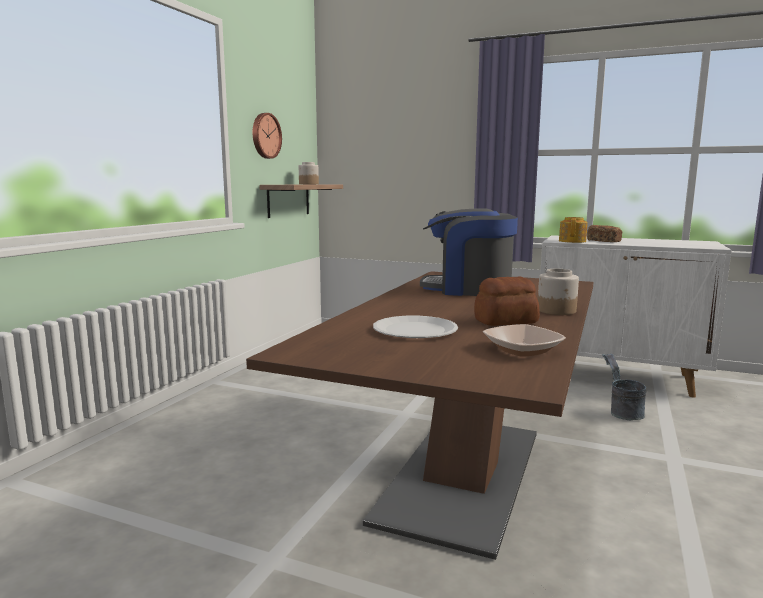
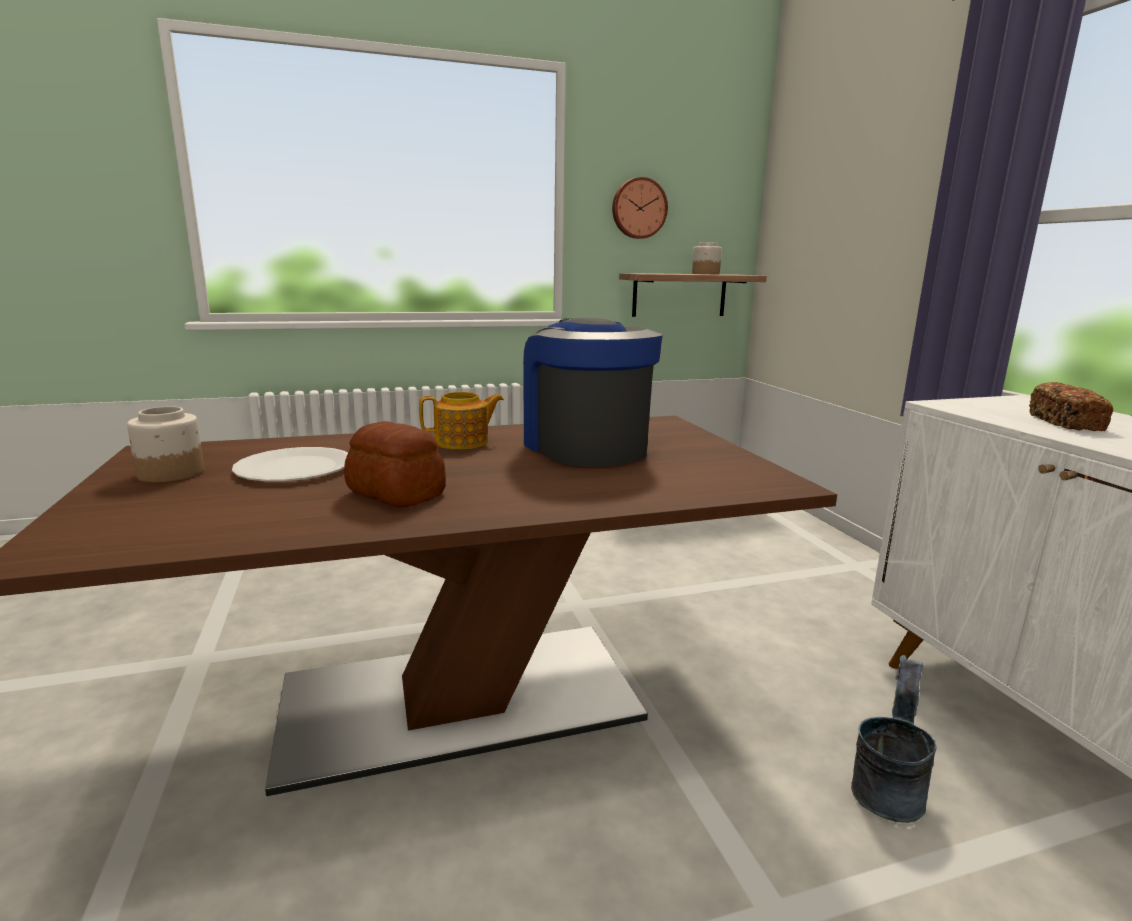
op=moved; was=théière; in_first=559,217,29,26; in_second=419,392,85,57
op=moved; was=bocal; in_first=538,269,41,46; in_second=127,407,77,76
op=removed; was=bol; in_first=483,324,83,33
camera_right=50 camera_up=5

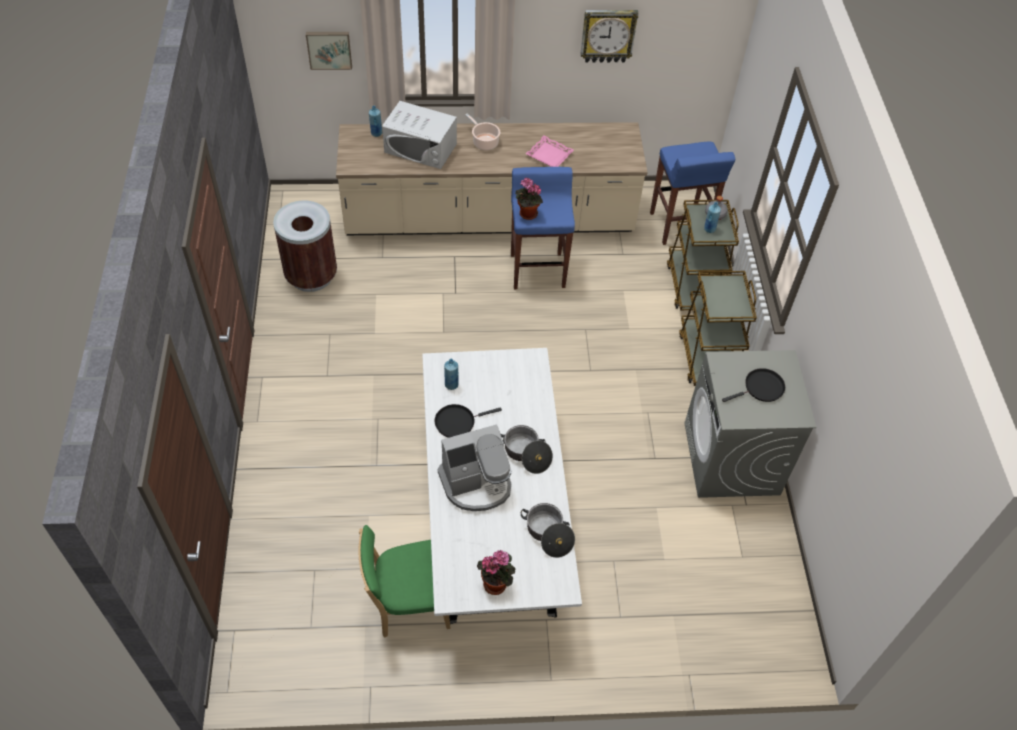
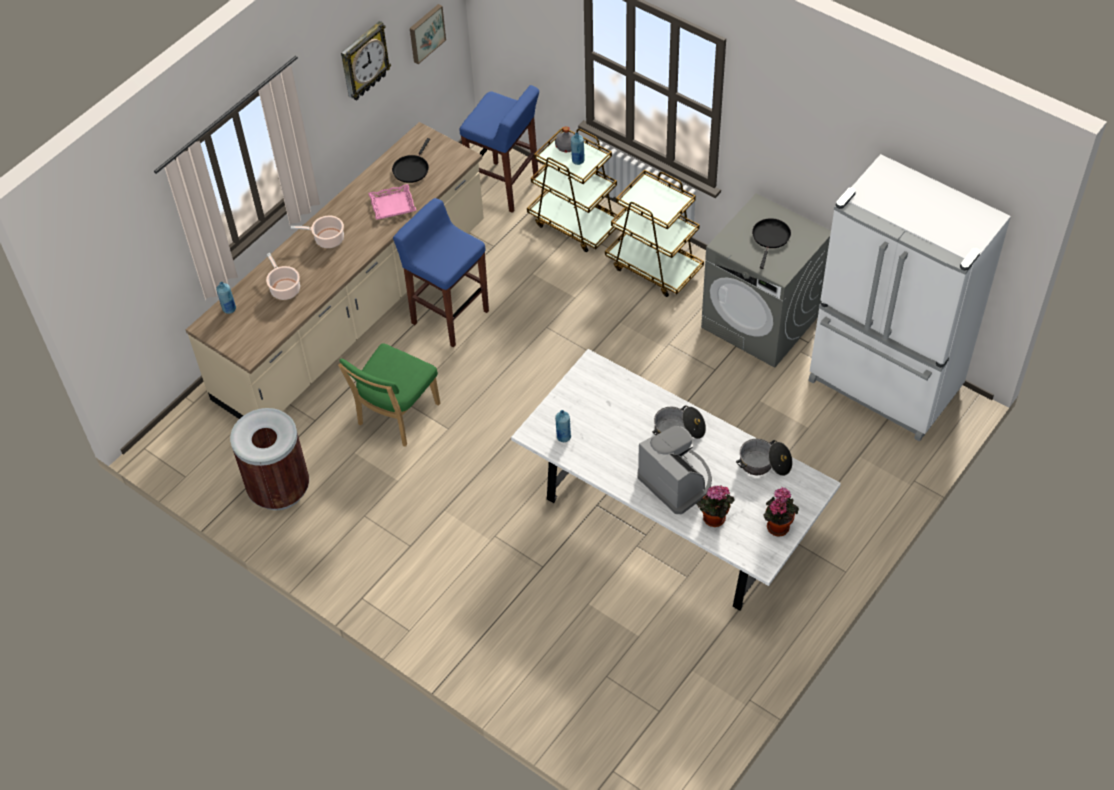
op=moved; was=tableau; in_first=306,32,46,38; in_second=410,4,36,60
op=replaced; was=micro-ondes (blanc); now=marmite; in_first=382,101,75,68; in_second=266,253,34,47
op=moved; was=plante en pot; in_first=515,178,28,42; in_second=696,485,39,42
op=moved; was=poêle (noir); in_first=435,404,67,34; in_second=392,138,38,45
op=turned; was=machine à café; in_first=438,424,74,87; in_second=637,426,75,88; clockwise=-60
op=moved; was=chaise (vert); in_first=359,525,92,113; in_second=338,343,102,103
op=added; now=réfrigérateur (blanc); in_second=808,154,203,288
camera_right=-45 camera_up=0

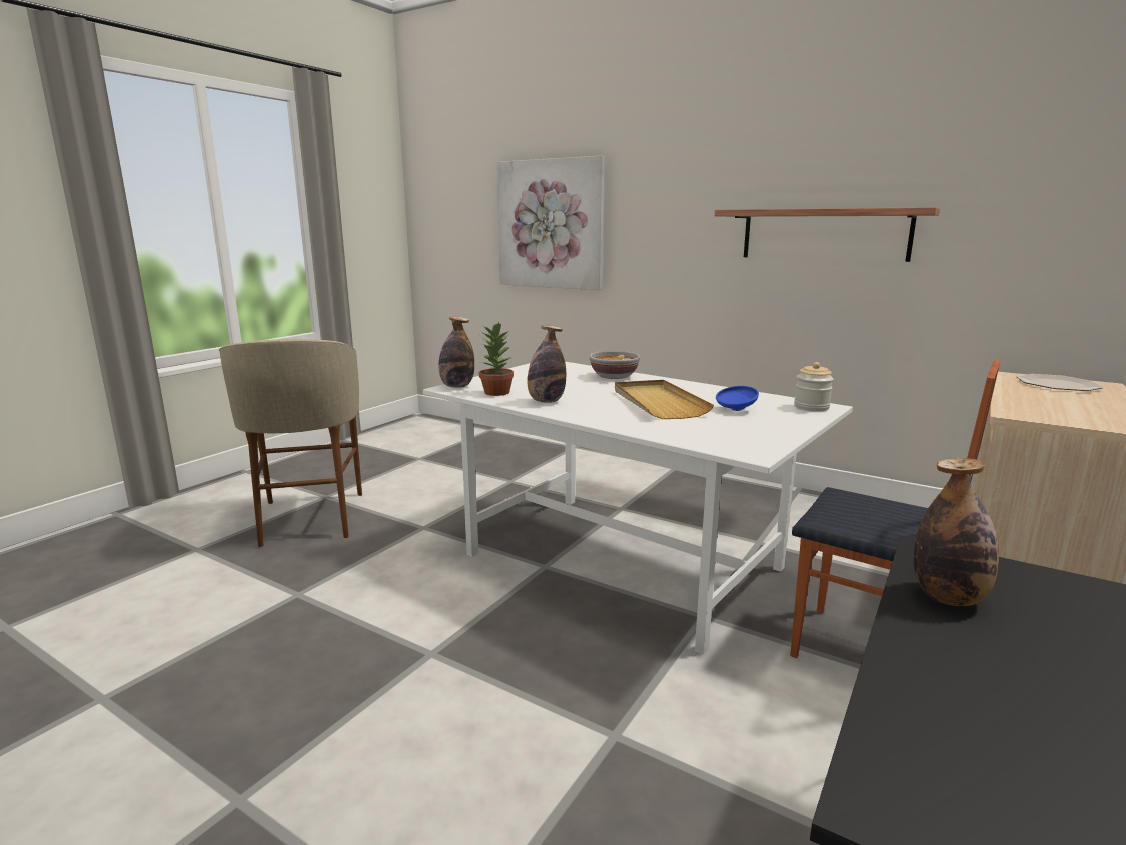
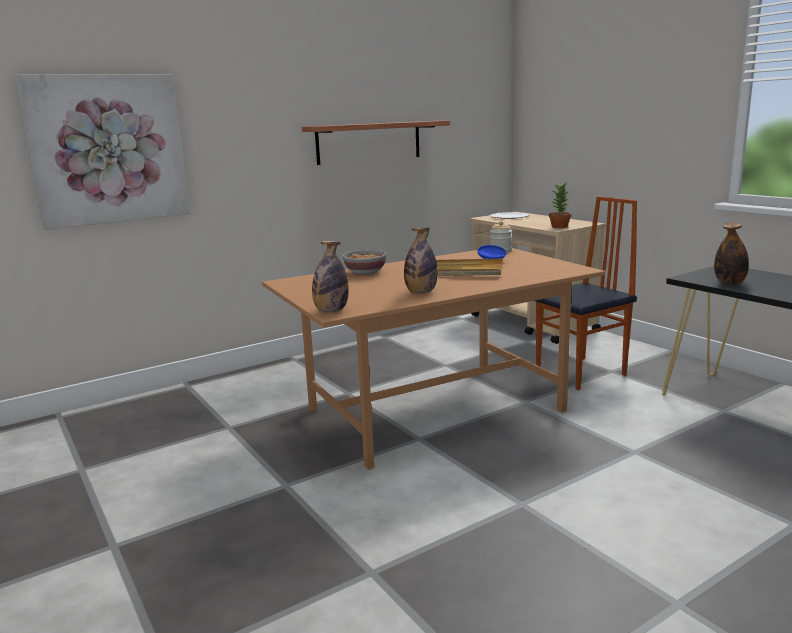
op=moved; was=plante en pot; in_first=479,323,35,73; in_second=549,183,22,45
op=removed; was=tabouret (beige); in_first=219,339,143,208
op=recoloured; was=table à manger (blanc); now=table à manger (marron); in_first=423,362,430,293; in_second=262,248,343,222
camera_right=-65 camera_up=0

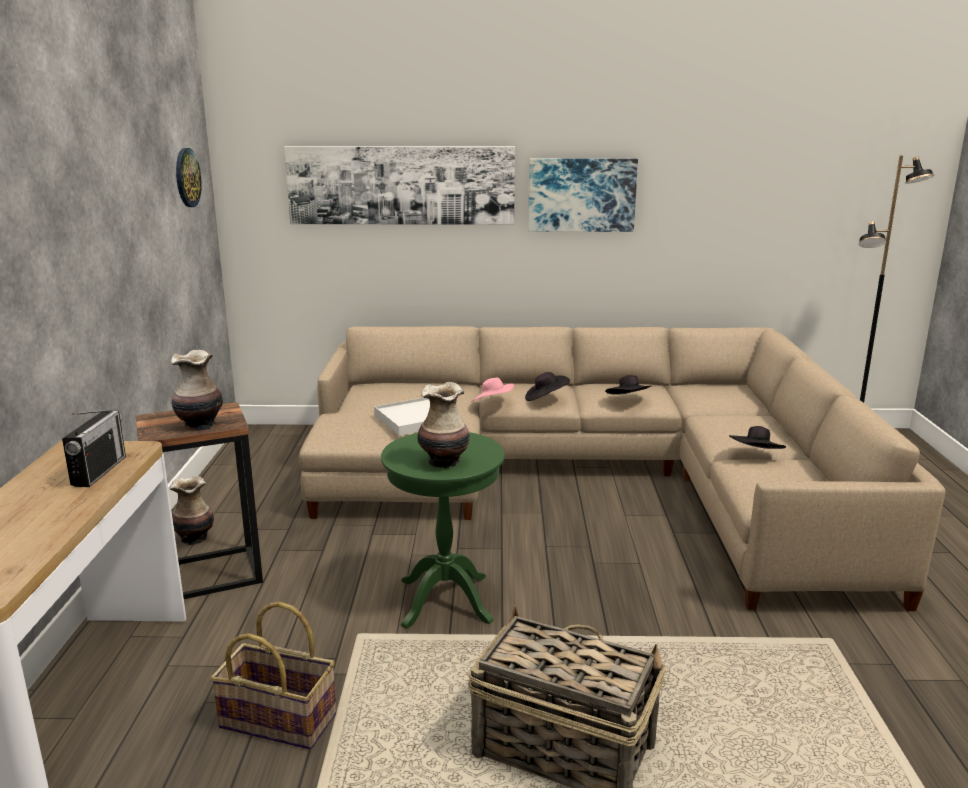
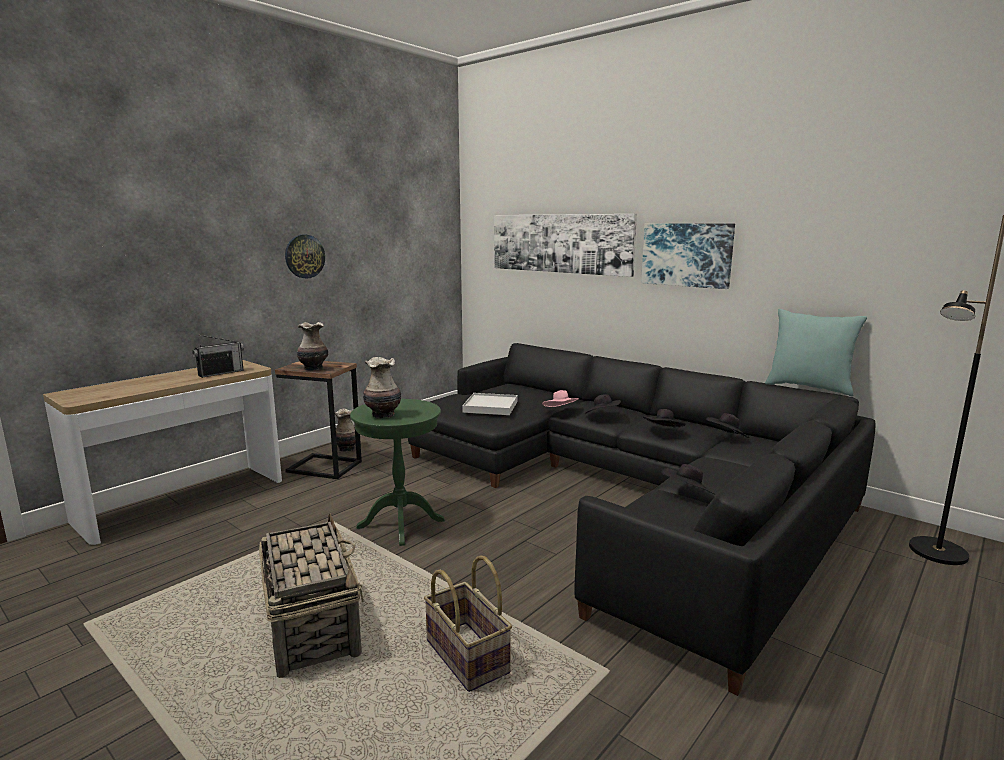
op=moved; was=horloge murale; in_first=176,148,25,59; in_second=285,235,40,43
op=recoloured; was=canapé (beige); now=canapé (noir); in_first=299,326,647,285; in_second=408,343,468,353
op=moved; was=panier; in_first=210,601,127,148; in_second=424,555,88,137
op=added; now=coussin (turquoise); in_second=765,309,102,87
op=added; now=chapeau (noir); in_second=706,413,43,25
camera_right=40 camera_up=-5

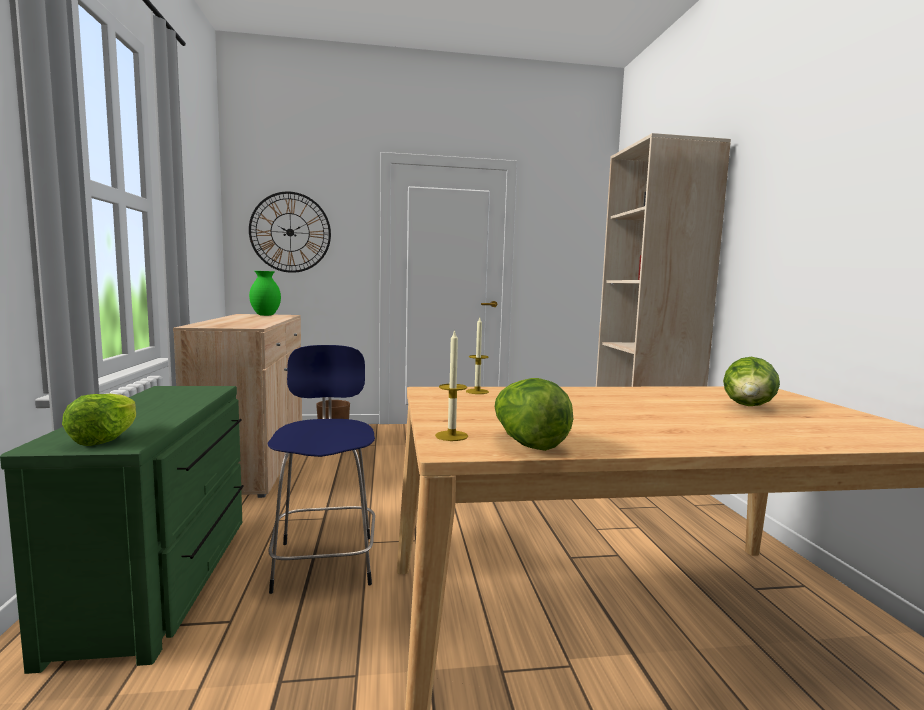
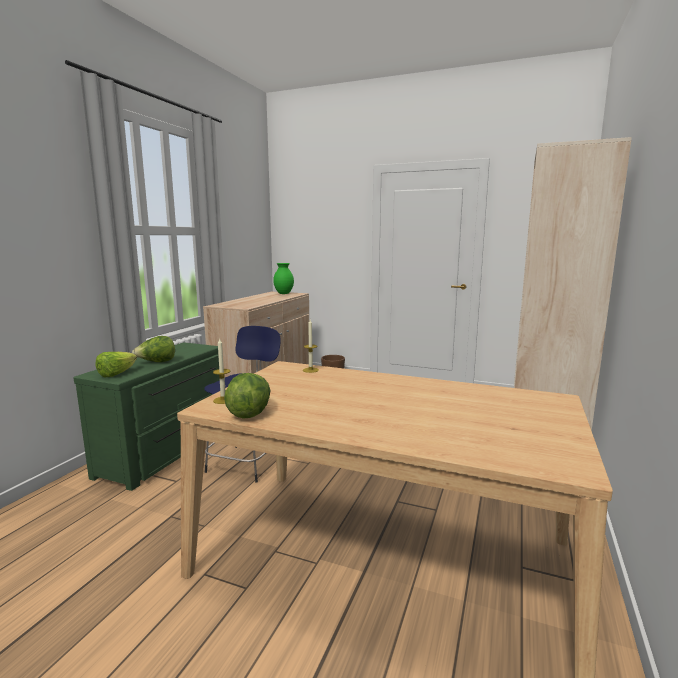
op=removed; was=horloge murale; in_first=249,192,82,81
op=moved; was=laitue; in_first=723,357,57,49; in_second=132,336,43,26
camera_right=30 camera_up=5

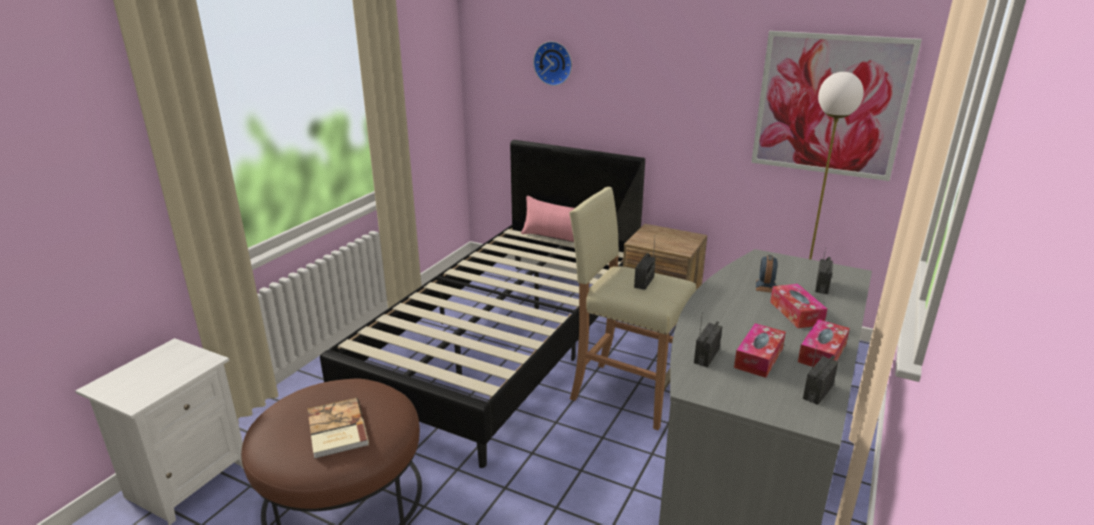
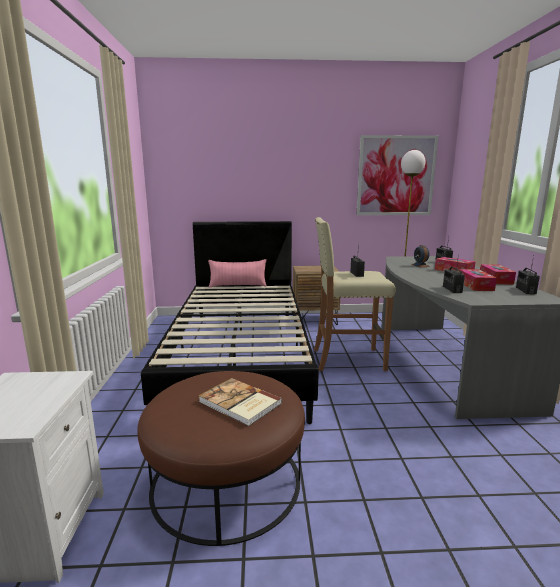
op=removed; was=horloge murale; in_first=533,41,39,45
camera_right=-30 camera_up=-10

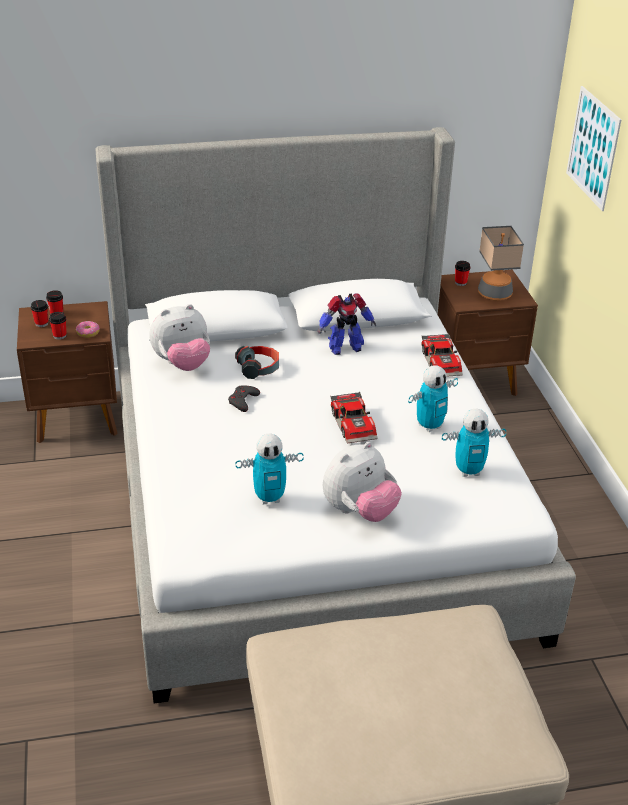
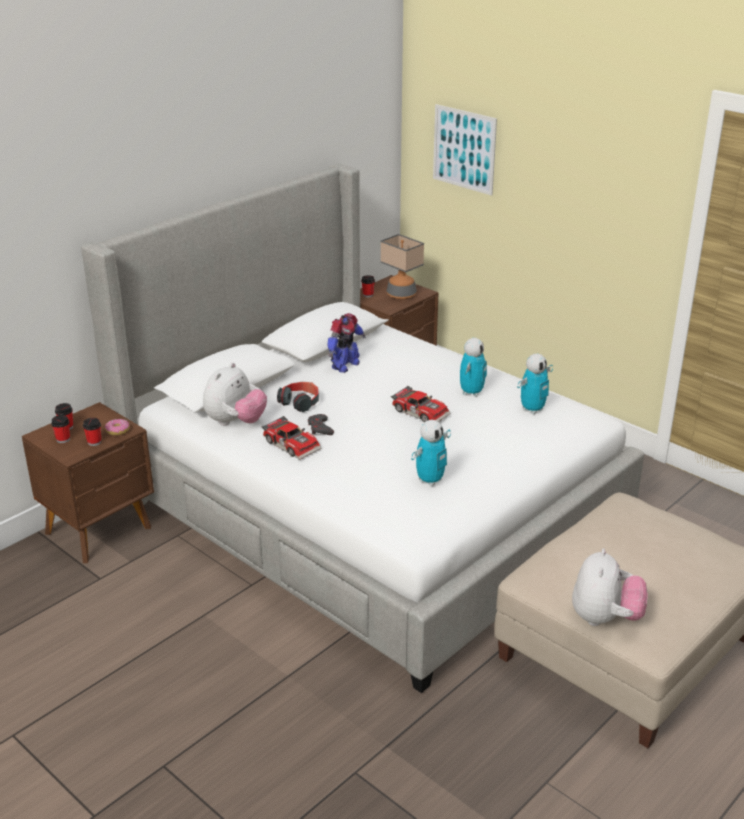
op=moved; was=petite voiture; in_first=421,333,42,44; in_second=261,416,60,44
op=moved; was=peluche; in_first=323,442,79,80; in_second=572,548,75,78
camera_right=-35 camera_up=-5

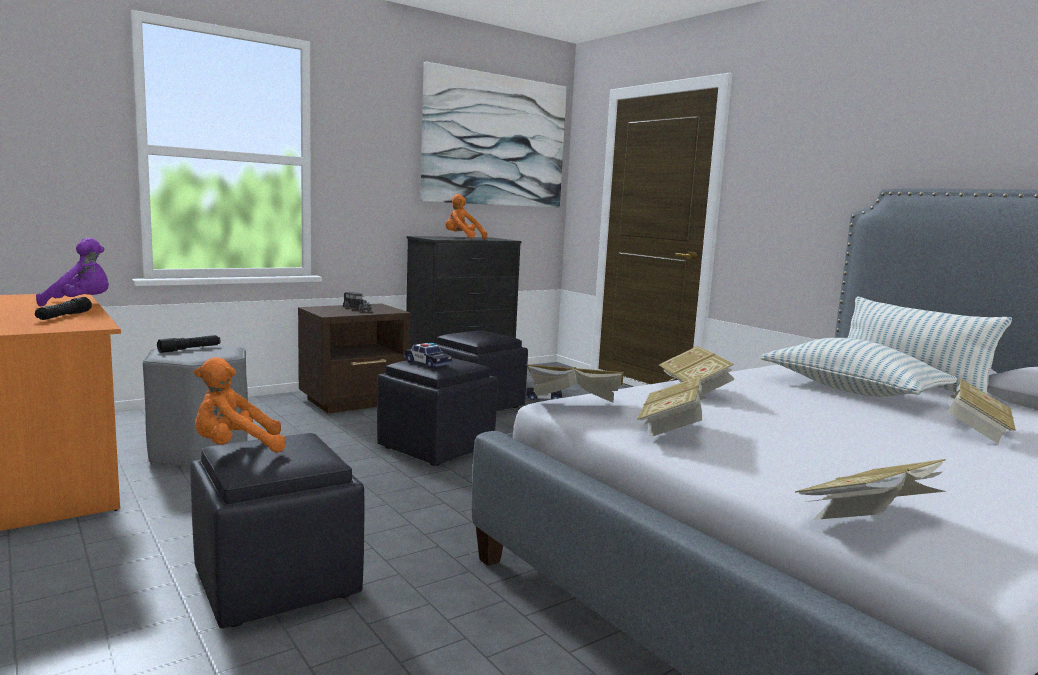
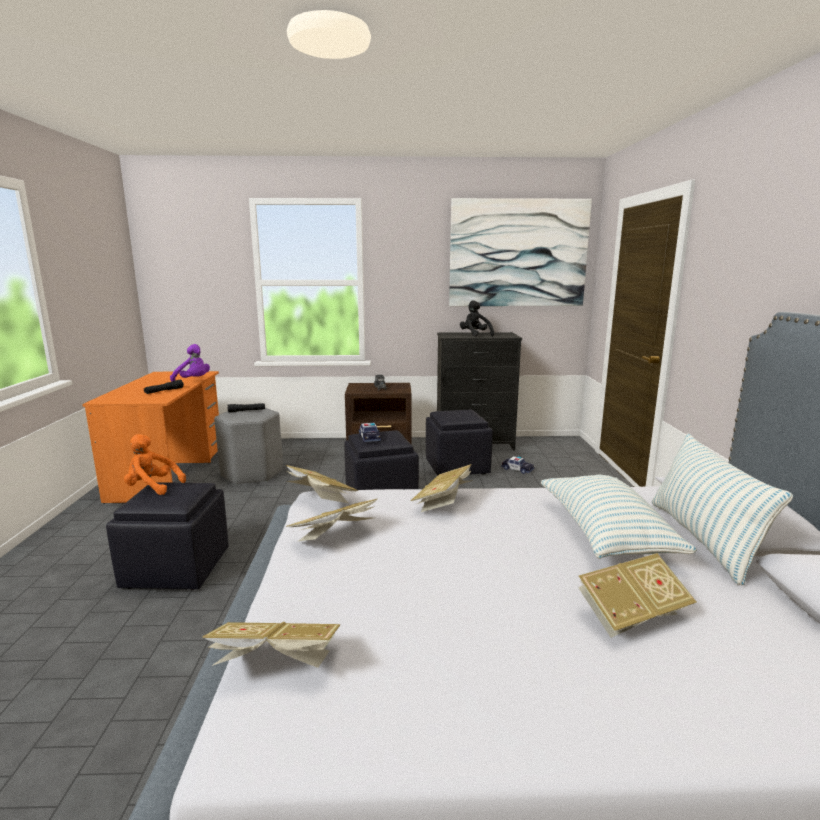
op=recoloured; was=peluche (orange); now=peluche (noir); in_first=445,194,42,45; in_second=460,300,34,37
camera_right=35 camera_up=5

